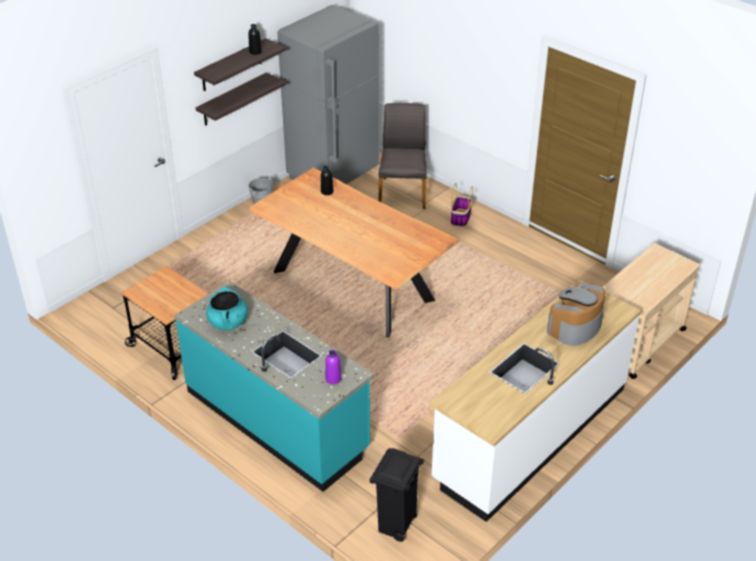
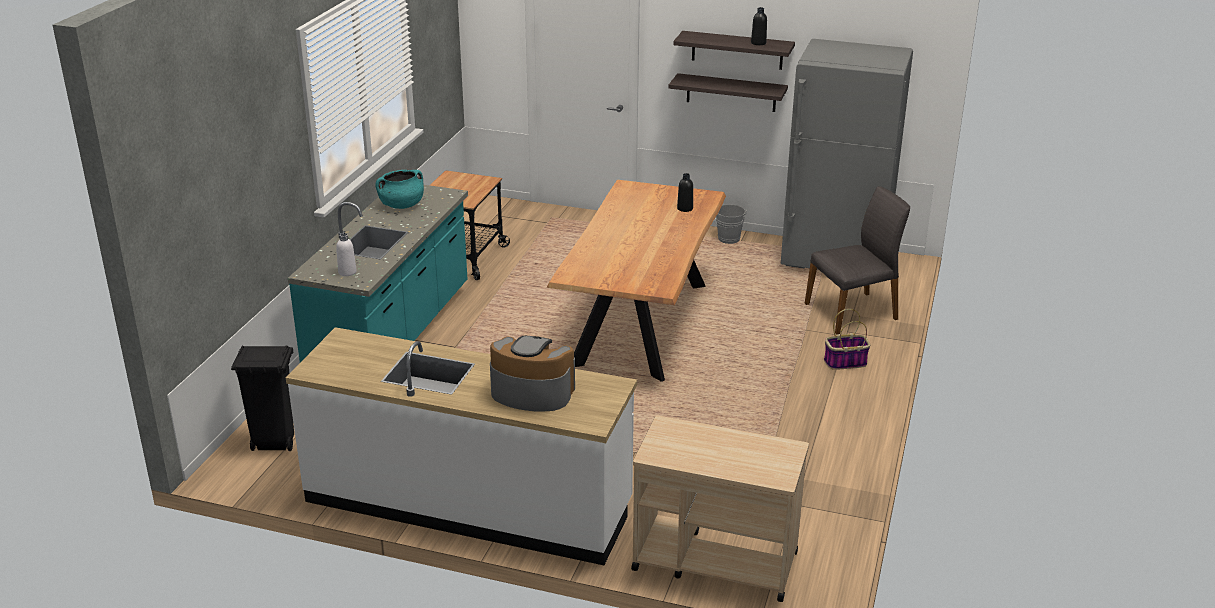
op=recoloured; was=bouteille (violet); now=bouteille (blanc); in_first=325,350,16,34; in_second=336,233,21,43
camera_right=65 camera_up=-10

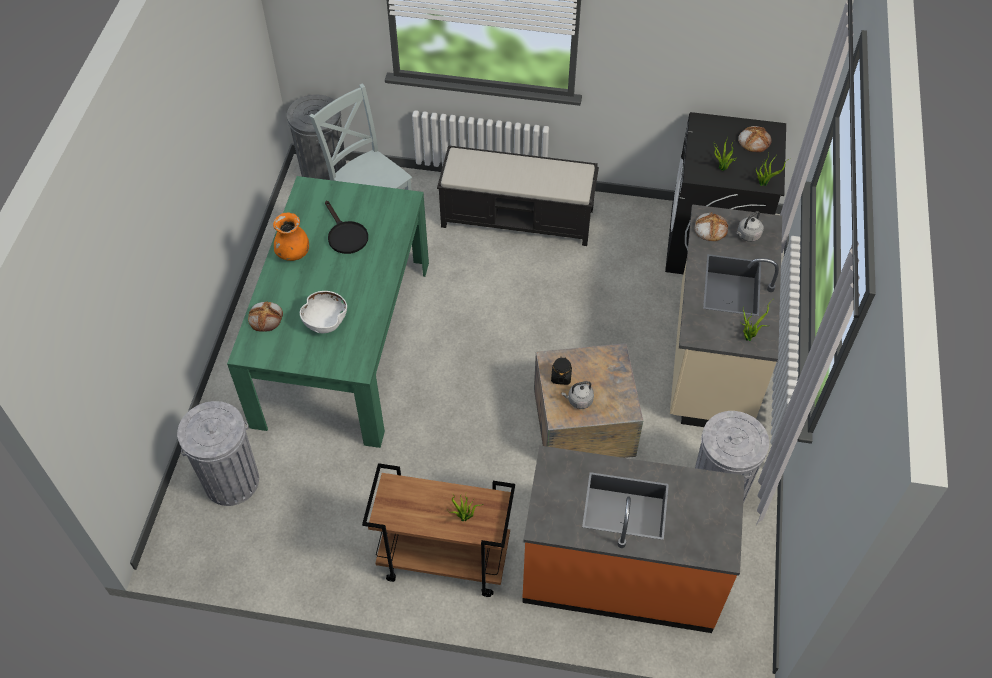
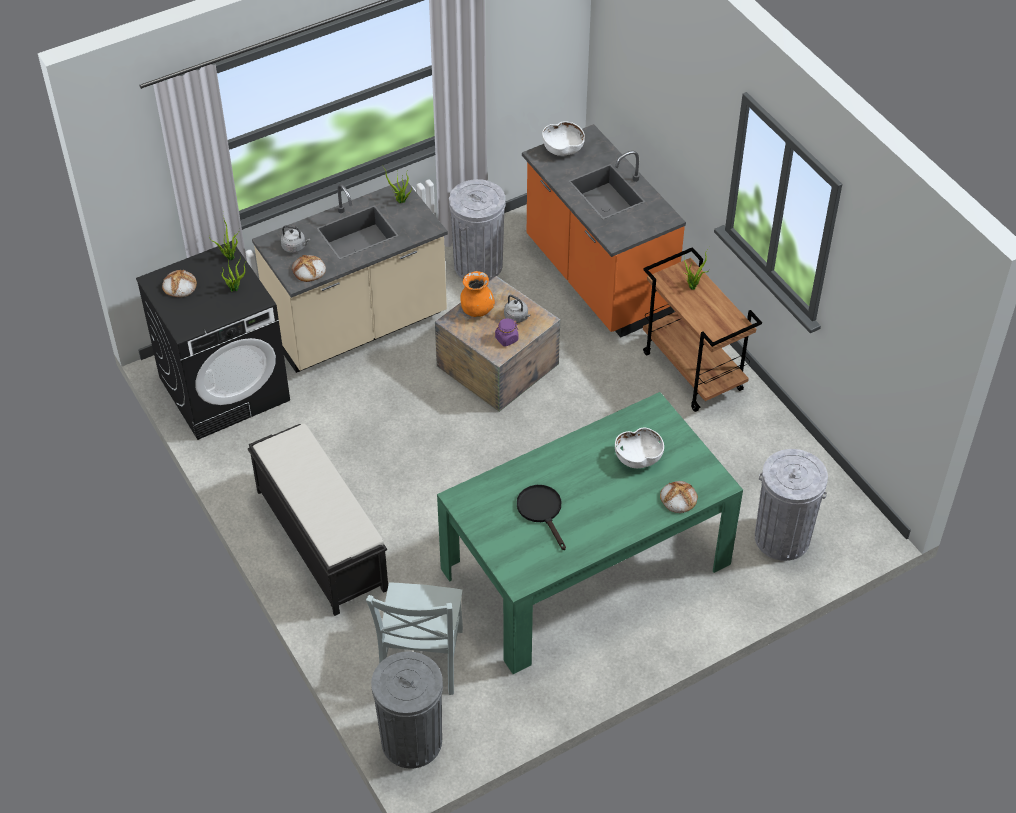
op=turned; was=poêle (noir); in_first=325,201,43,53; in_second=517,485,49,65; clockwise=-45
op=moved; was=vase (orange); in_first=273,212,36,49; in_second=460,271,35,46
op=recoloured; was=bocal (noir); now=bocal (violet); in_first=551,357,21,28; in_second=495,318,24,28
op=added; now=bol (blanc); in_second=542,121,43,35
camera_right=-130 camera_up=-5

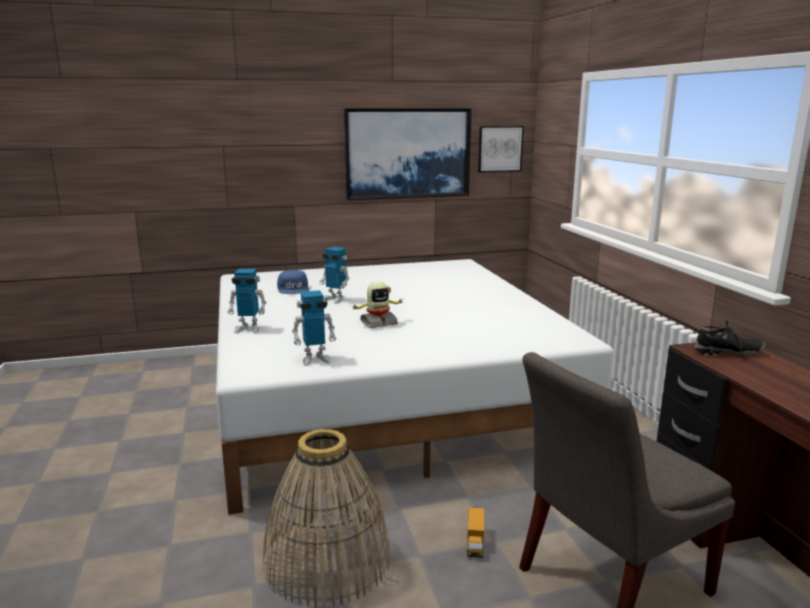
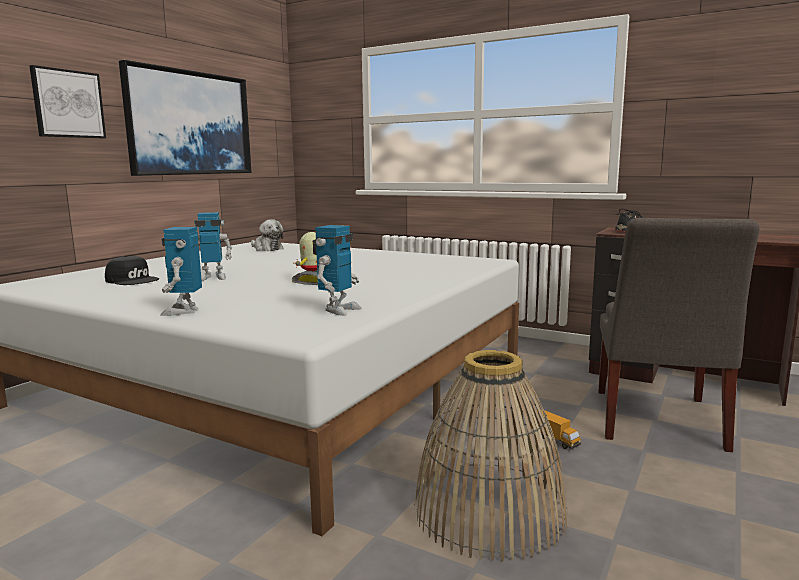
op=moved; was=tableau; in_first=478,126,46,47; in_second=29,65,77,74
op=turned; was=robot jouet; in_first=228,269,39,64; in_second=160,227,42,89; clockwise=135
op=recoloured; was=casquette (bleu); now=casquette (noir); in_first=277,270,33,24; in_second=105,256,54,29
op=added; now=peluche; in_second=251,219,33,32
camera_right=-45 camera_up=-5

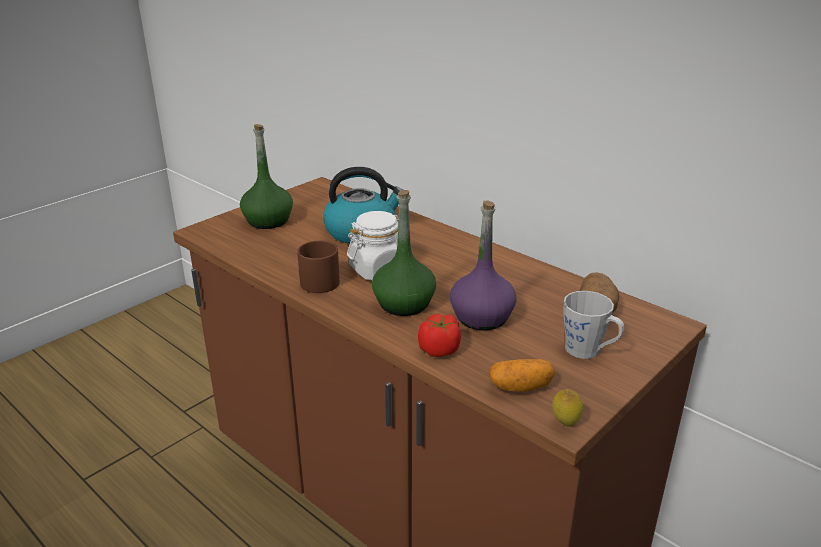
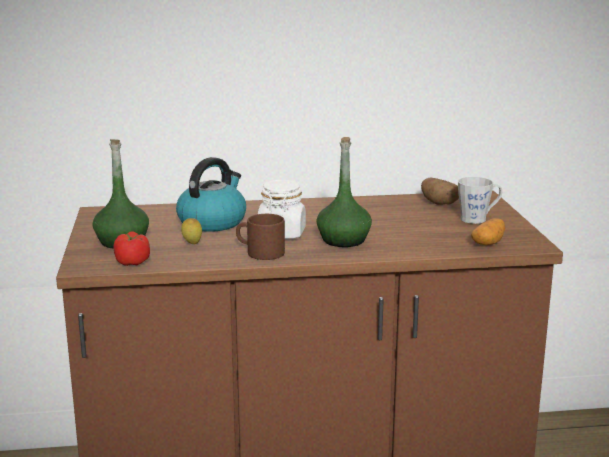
op=removed; was=bouteille (violet); in_first=450,200,67,130
op=moved; was=tomate; in_first=418,314,43,43; in_second=114,232,36,34
op=moved; was=citron; in_first=552,389,31,38; in_second=181,218,21,26
camera_right=-50 camera_up=-10

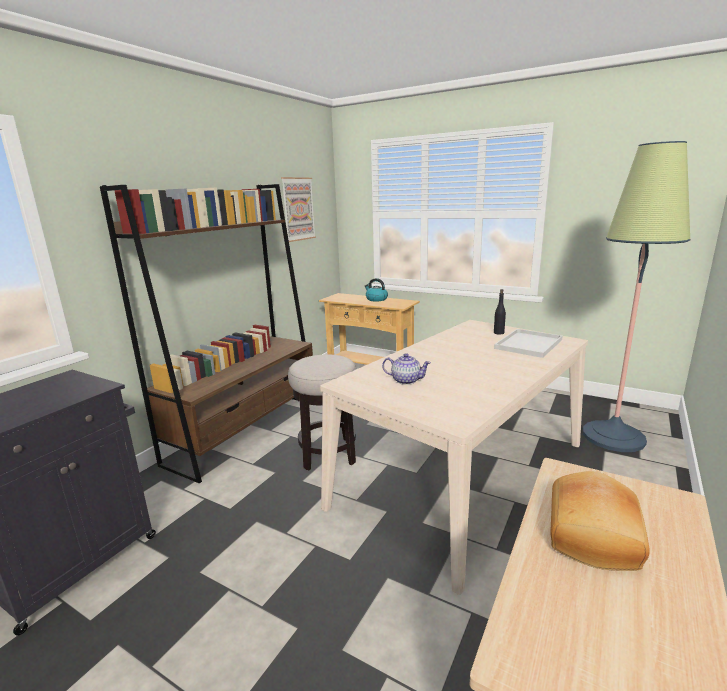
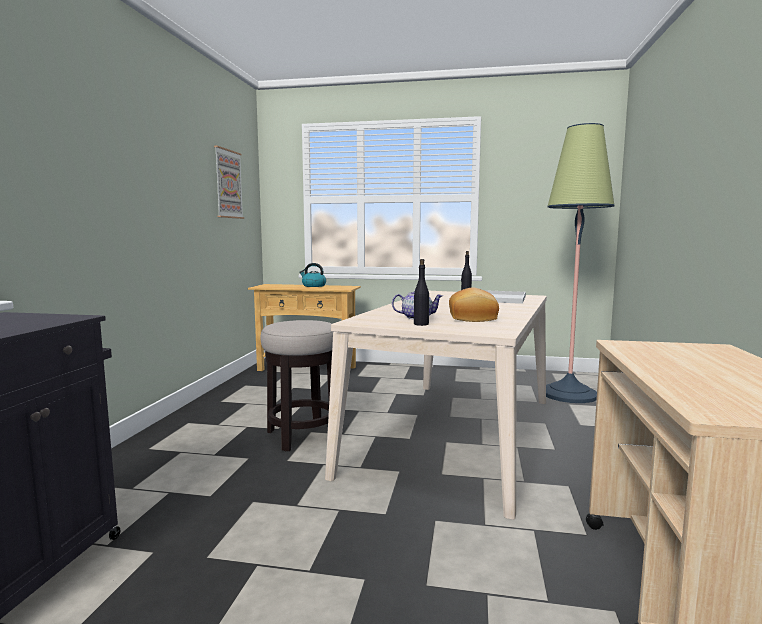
op=removed; was=bibliothèque (marron); in_first=100,184,213,299
op=moved; was=pain; in_first=550,471,100,100; in_second=449,288,50,34
op=added; now=bouteille (noir); in_second=414,259,15,67
camera_right=-20 camera_up=-10

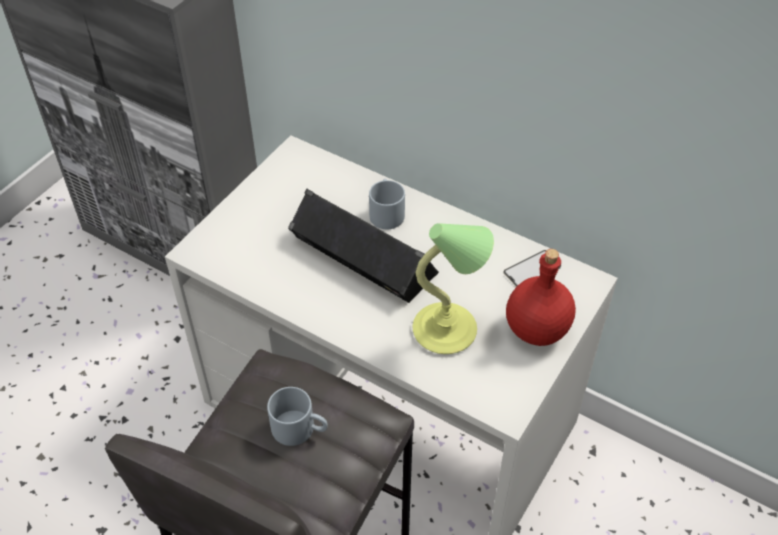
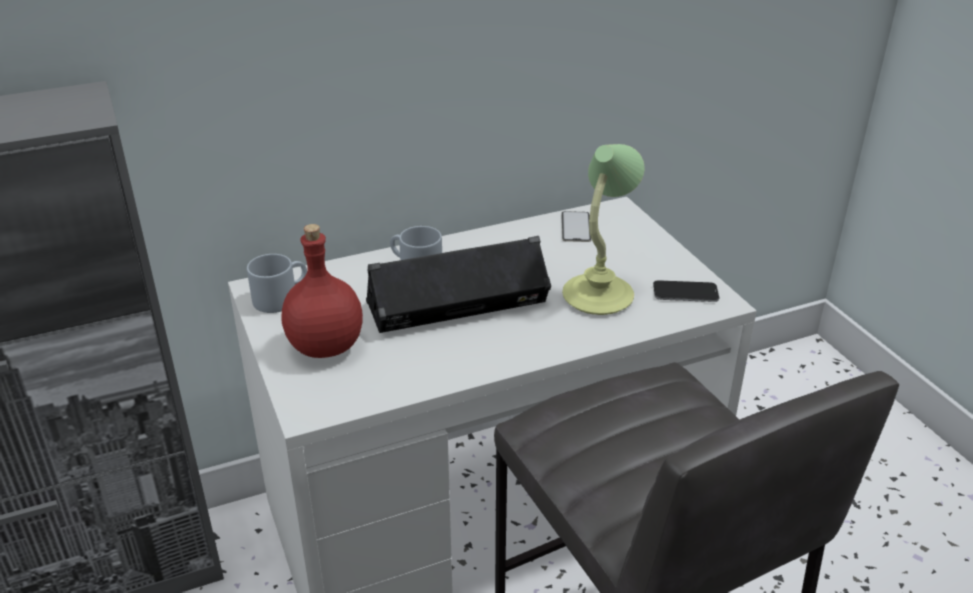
op=moved; was=bouteille (rouge); in_first=506,249,70,97; in_second=282,224,81,134
op=moved; was=mug (gris); in_first=267,387,61,59; in_second=247,254,60,59
op=added; now=téléphone; in_second=653,280,66,22
camera_right=-55 camera_up=-15

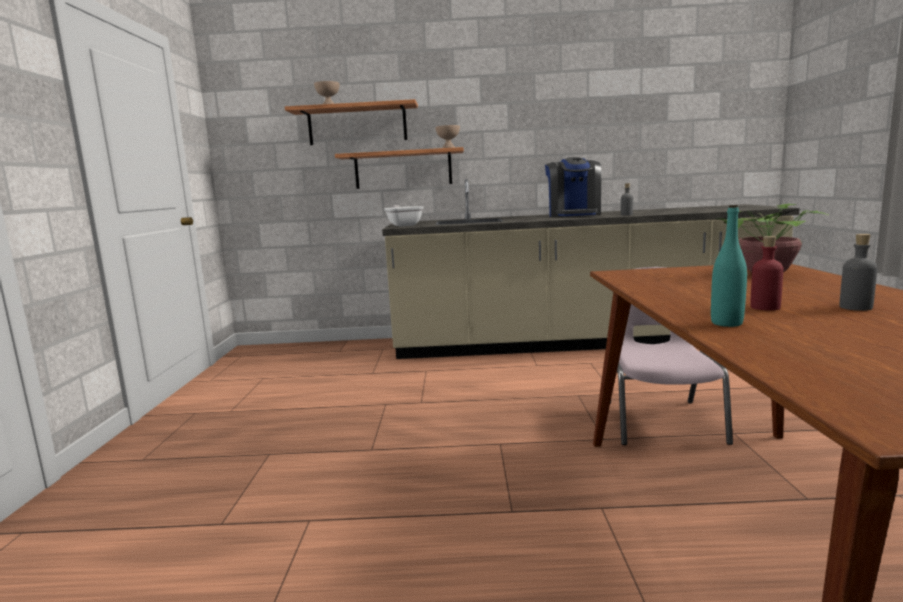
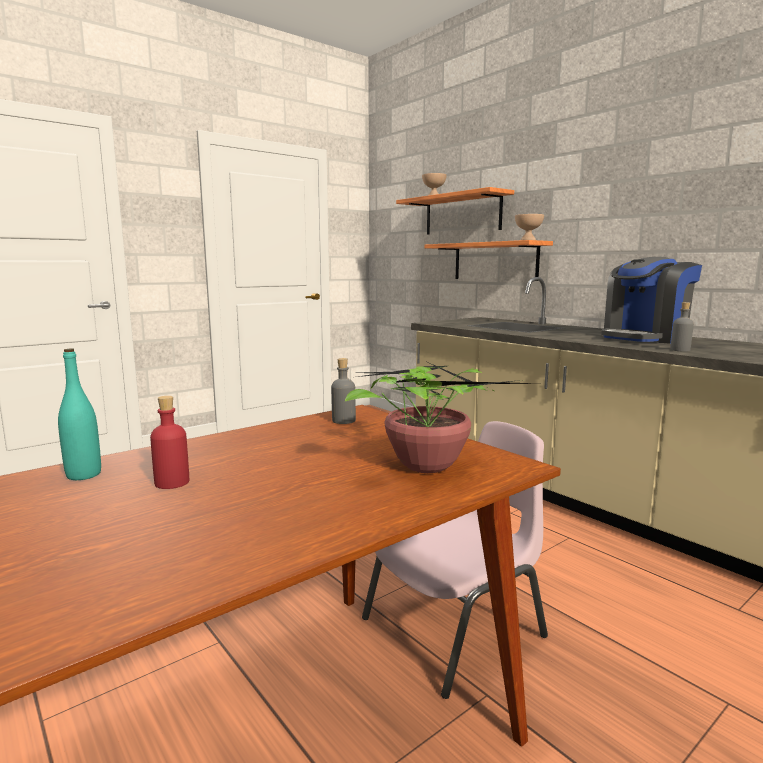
op=removed; was=poêle; in_first=384,205,40,21
op=moved; was=bouteille (gris); in_first=839,234,39,77; in_second=331,358,25,66
camera_right=50 camera_up=0

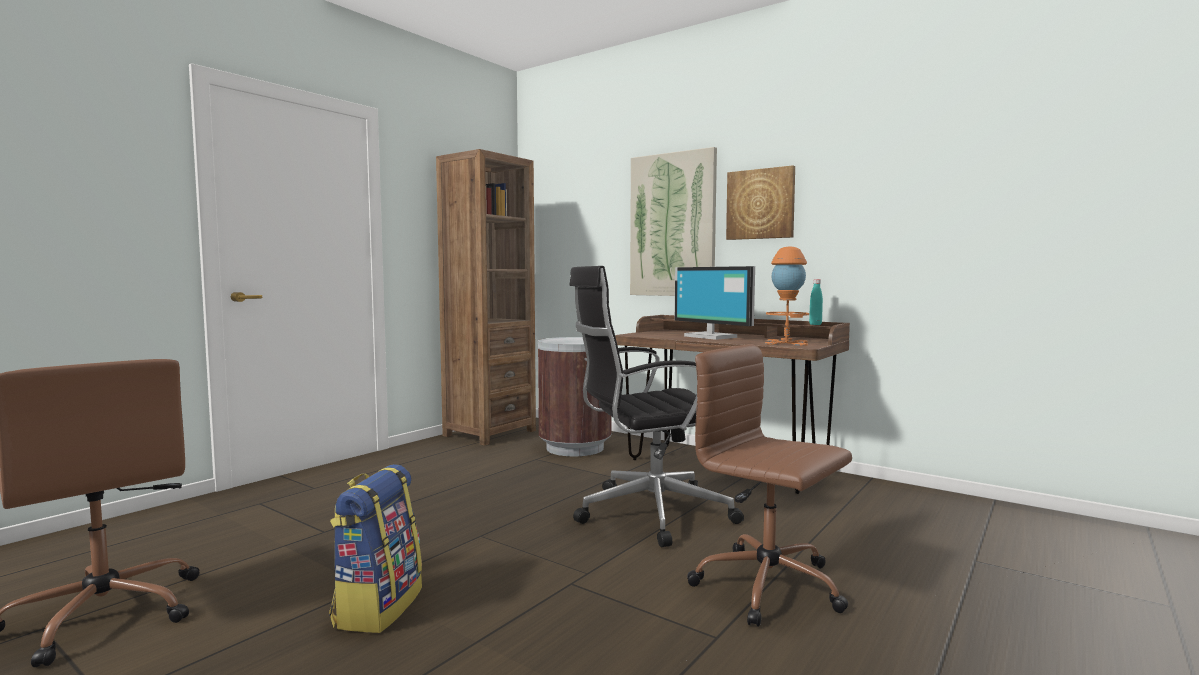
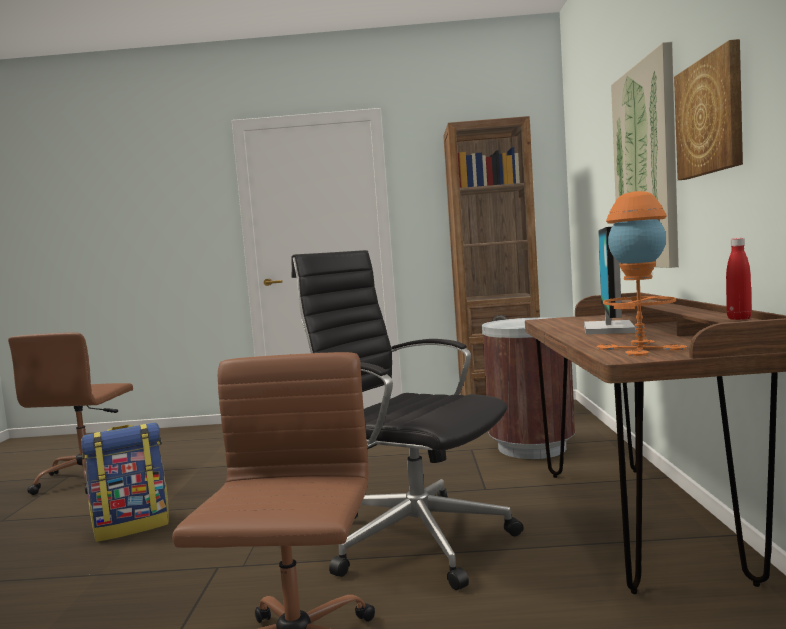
op=recoloured; was=bouteille (turquoise); now=bouteille (rouge); in_first=809,279,14,46; in_second=726,238,26,82
camera_right=55 camera_up=0

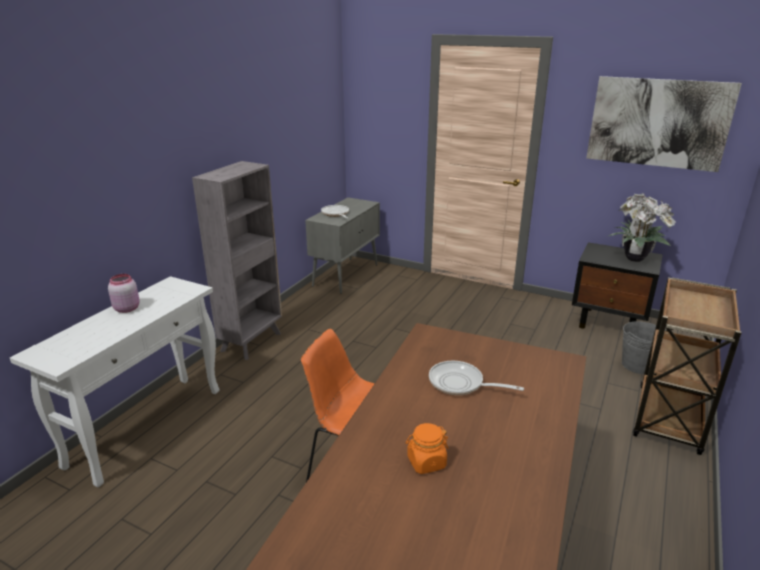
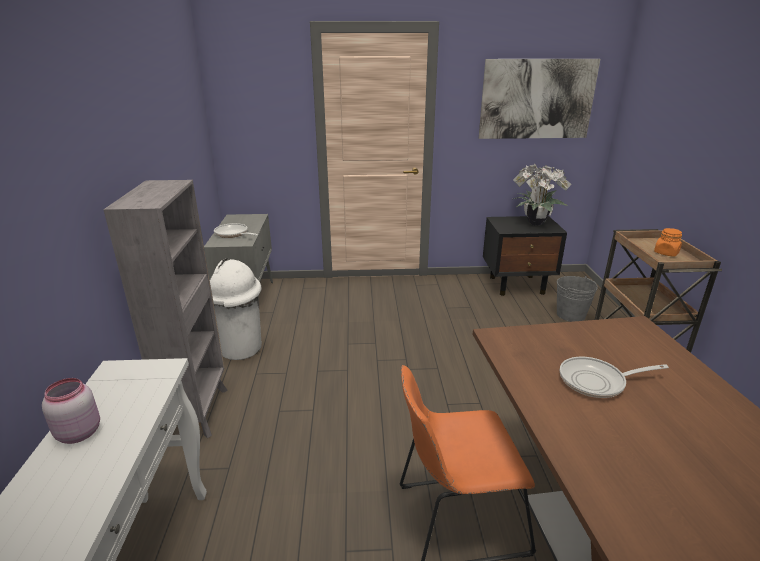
op=moved; was=bocal (orange); in_first=405,423,43,51; in_second=654,228,28,29
op=added; now=poubelle (blanc); in_second=210,258,52,102
camera_right=-30 camera_up=0

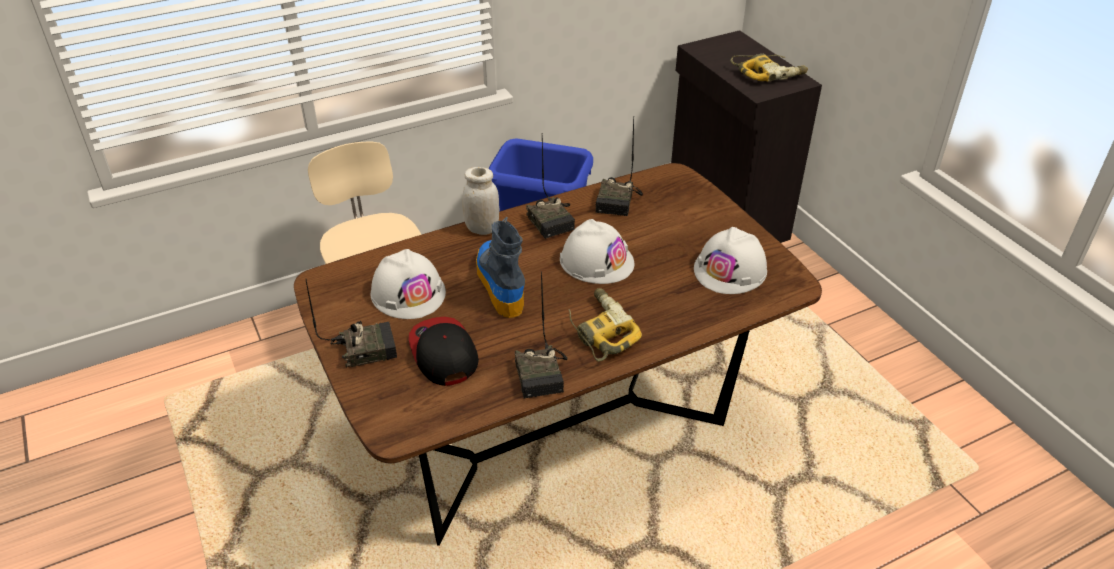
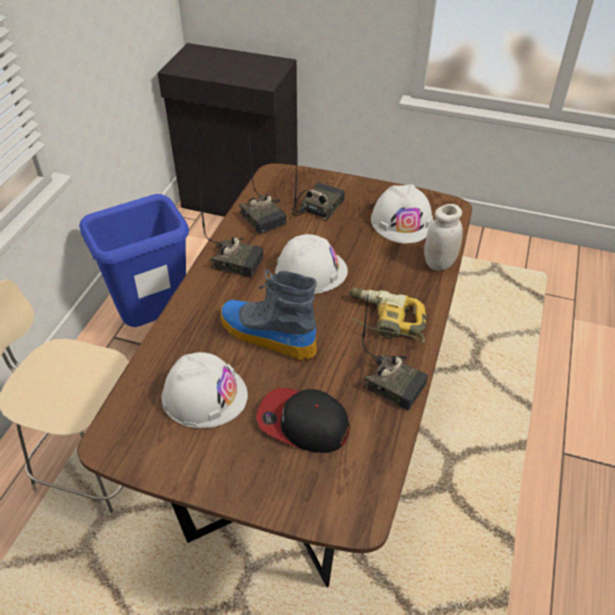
op=removed; was=perceuse; in_first=730,54,78,28
op=moved; was=bocal (blanc); in_first=462,167,37,68; in_second=424,204,39,67
op=moved; was=radio; in_first=306,280,91,88; in_second=292,159,53,62
camera_right=-45 camera_up=5

